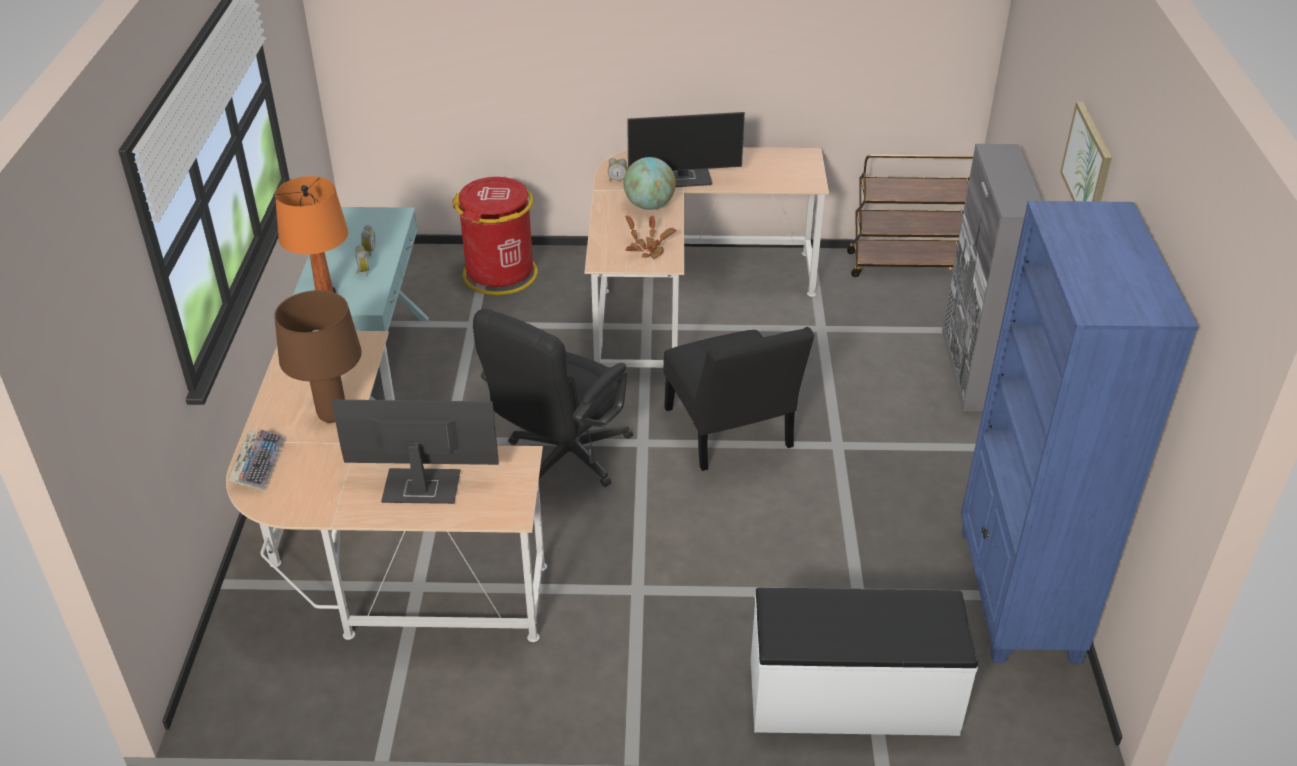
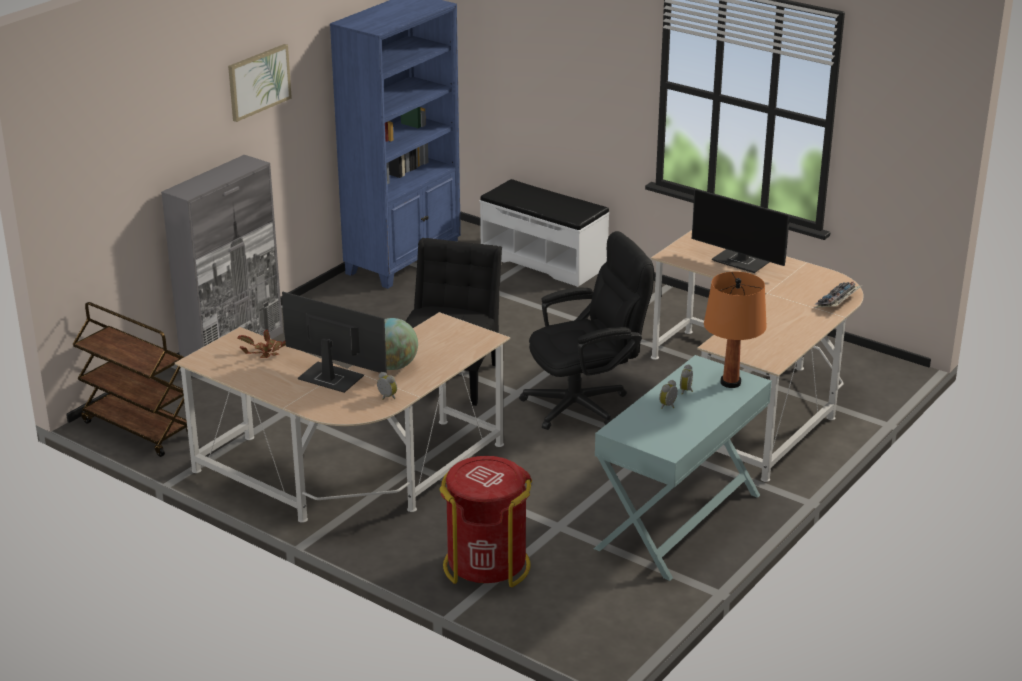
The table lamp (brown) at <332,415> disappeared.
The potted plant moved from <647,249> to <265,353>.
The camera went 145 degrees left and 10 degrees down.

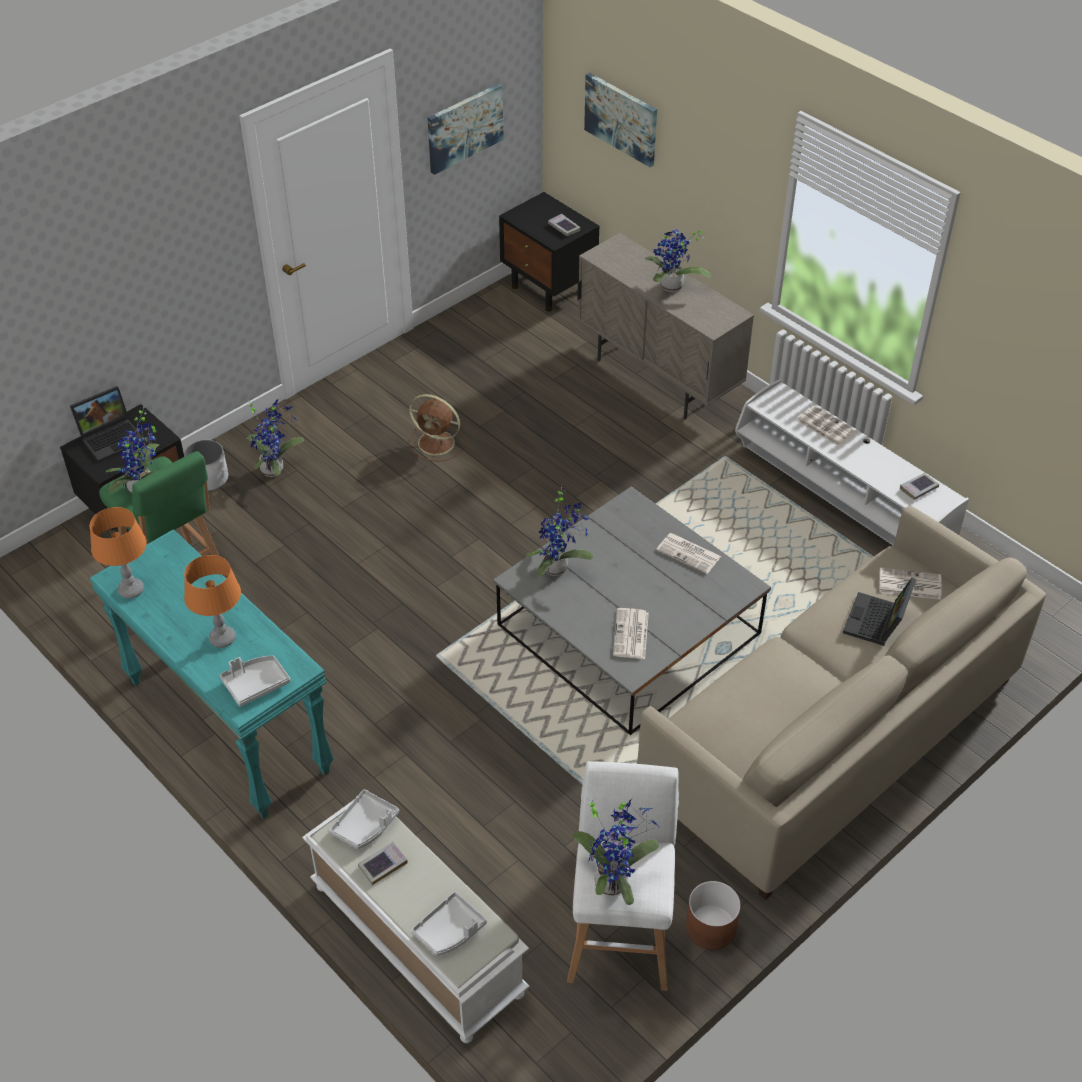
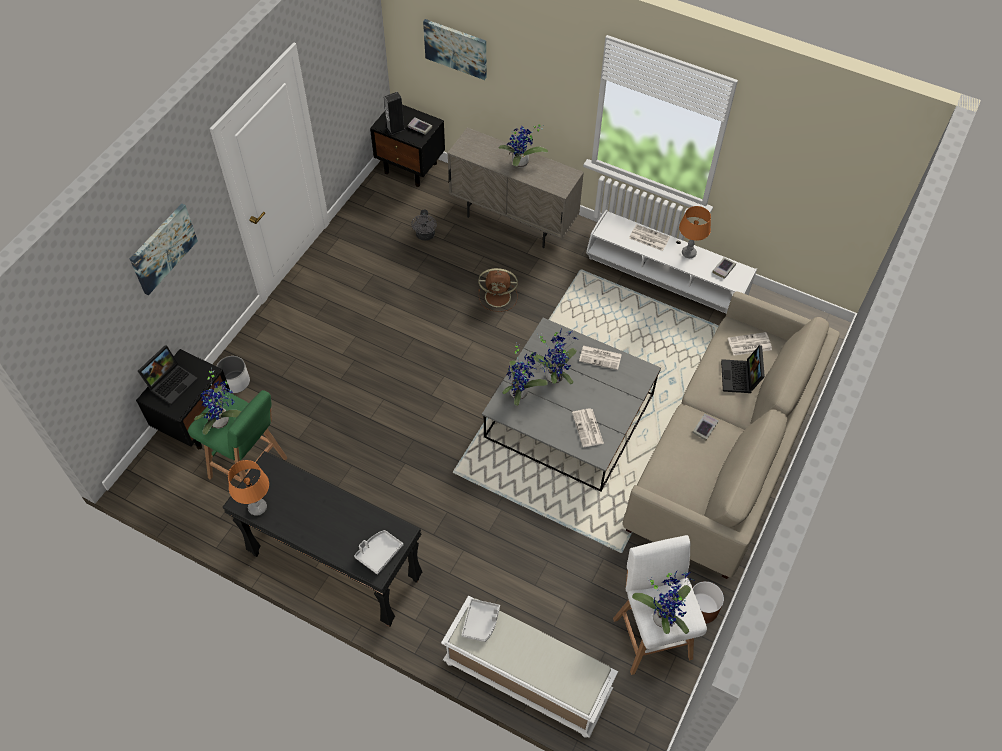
The tray (grey) at <450,930> disappeared.
The speaker at <395,128> appeared.
The fan (grey) at <425,236> appeared.
The table lamp (orange) moved from <222,639> to <689,253>.
The potted plant moved from <274,468> to <555,375>.
The book moved from <383,865> to <704,428>.
The fan (brown) moved from <438,443> to <499,297>.
The picture moved from <464,127> to <163,248>.
The console table (turquoise) at <226,727> became the console table (black) at <334,568>.
The camera went 20 degrees left and 10 degrees up.

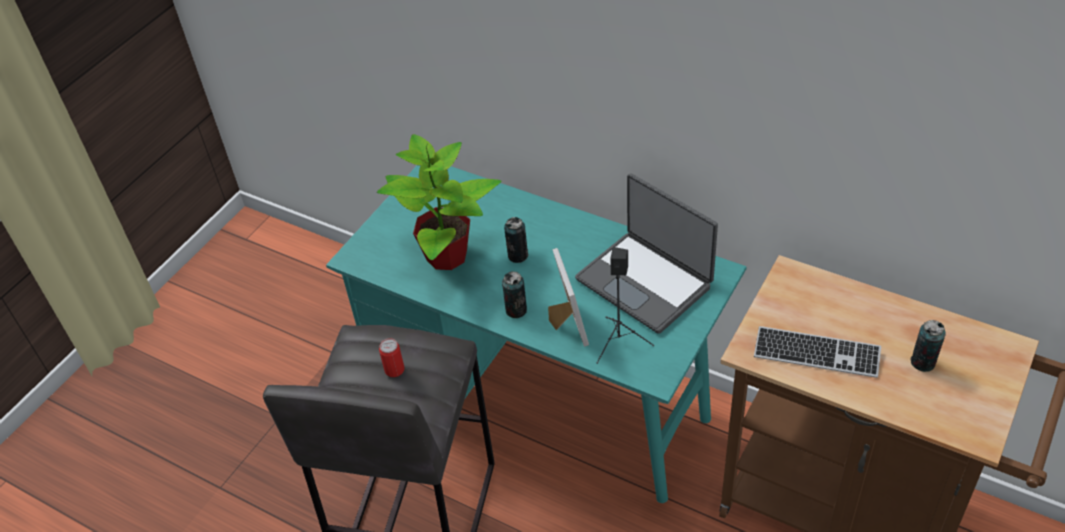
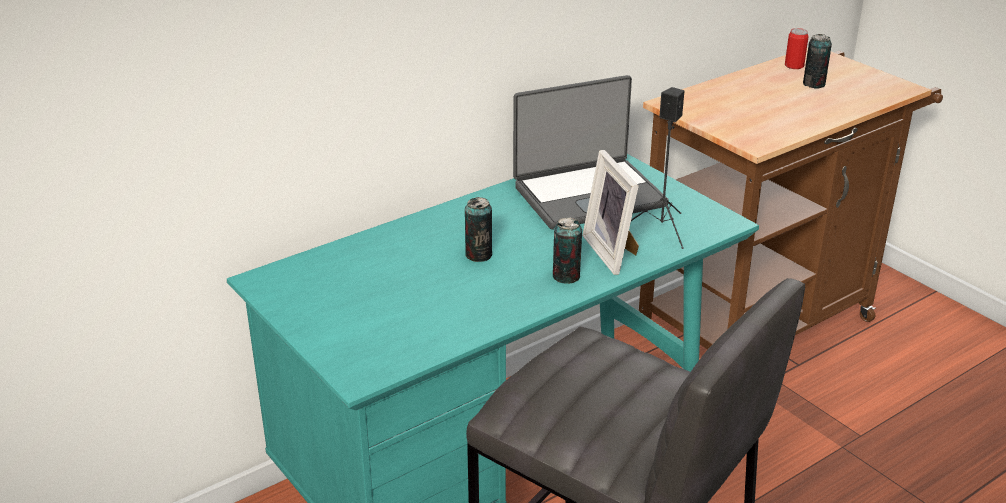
The potted plant at <448,256> disappeared.
The keyboard at <816,354> disappeared.
The can moved from <394,369> to <794,66>.
The picture frame at <566,325> turned 120 degrees counterclockwise.
The camera went 70 degrees left and 15 degrees down.

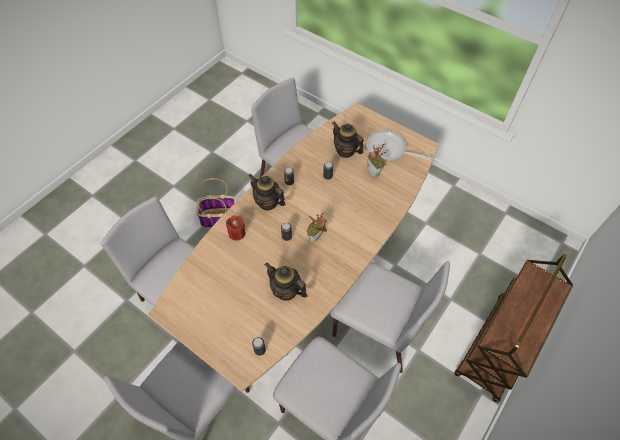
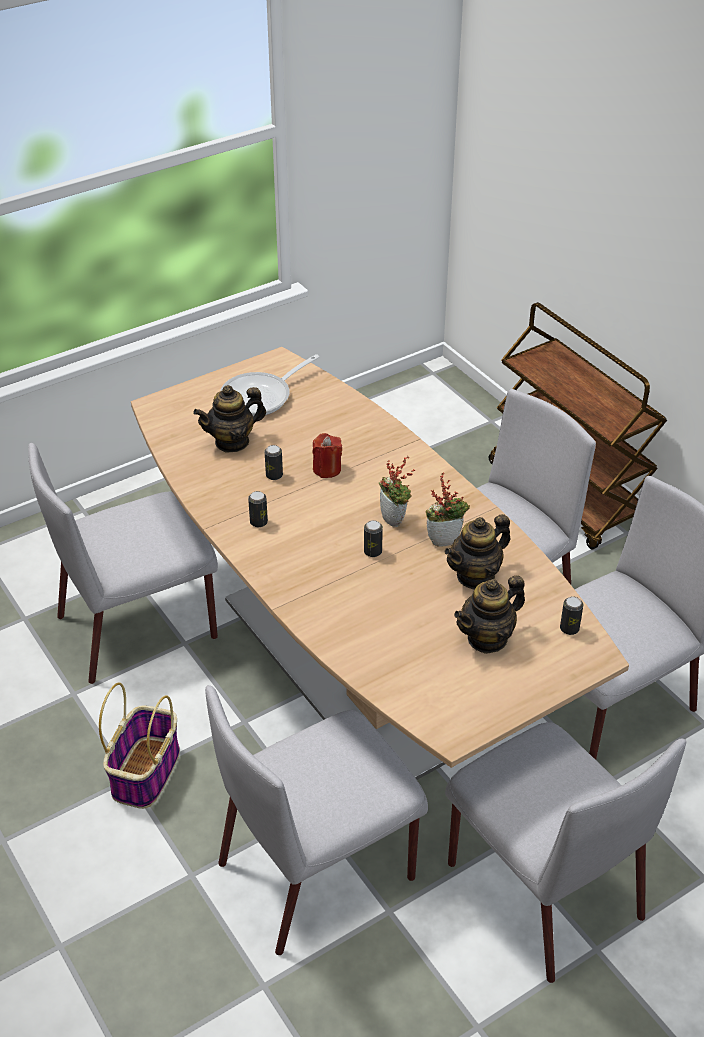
The candle (red) moved from <237,233> to <327,469>.
The teapot moved from <268,202> to <487,638>.
The potted plant moved from <374,173> to <445,539>.
The camera went 70 degrees left and 15 degrees down.

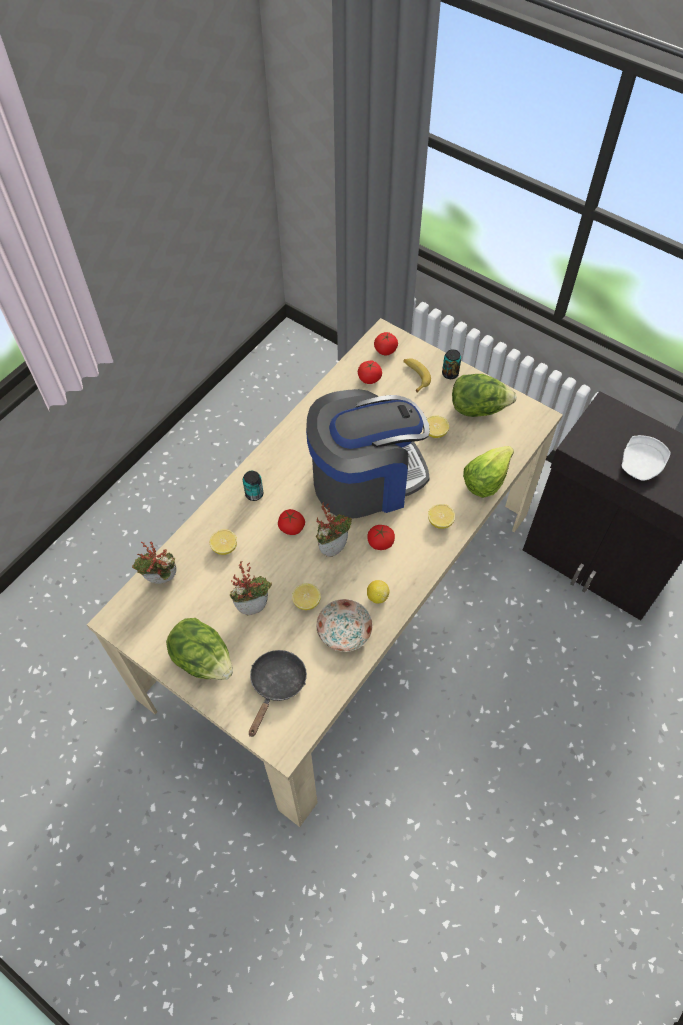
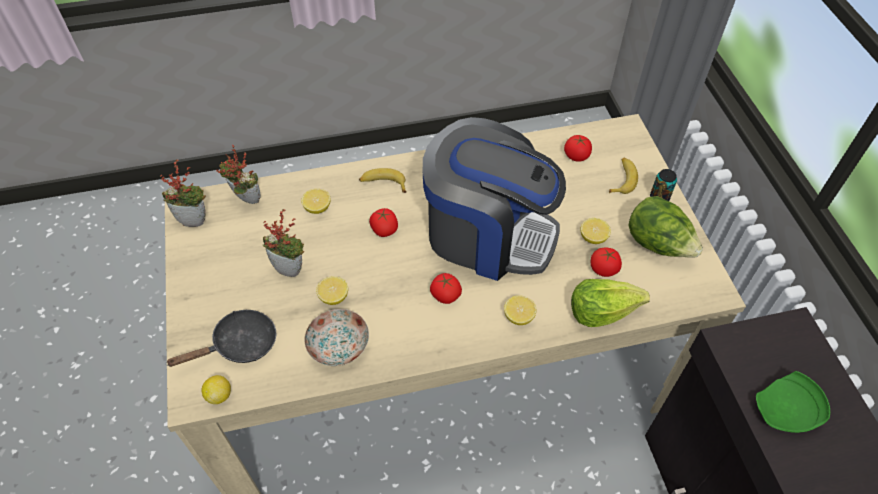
The lettuce at <203,660> disappeared.
The potted plant moved from <333,546> to <195,219>.
The lemon moved from <377,596> to <219,395>.
The tomato moved from <385,350> to <603,269>.
The can at <254,494> was replaced by the banana at <383,183>.
The plate (white) at <641,465> became the plate (green) at <786,411>.
The camera went 40 degrees right and 5 degrees down.

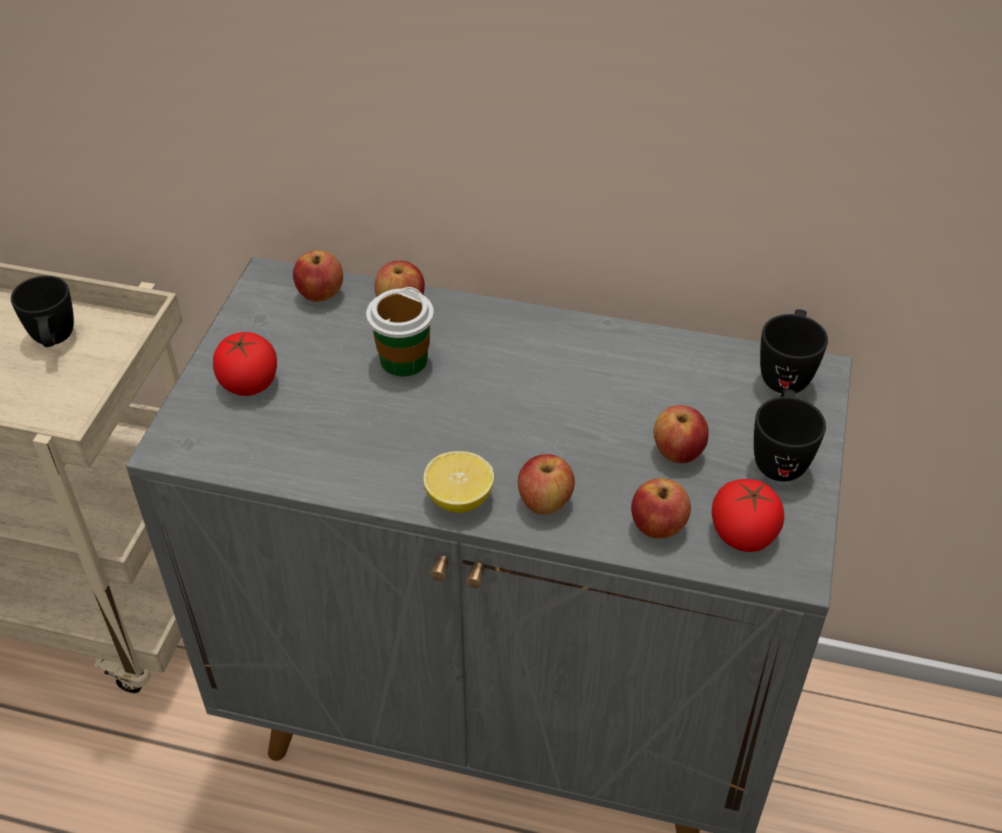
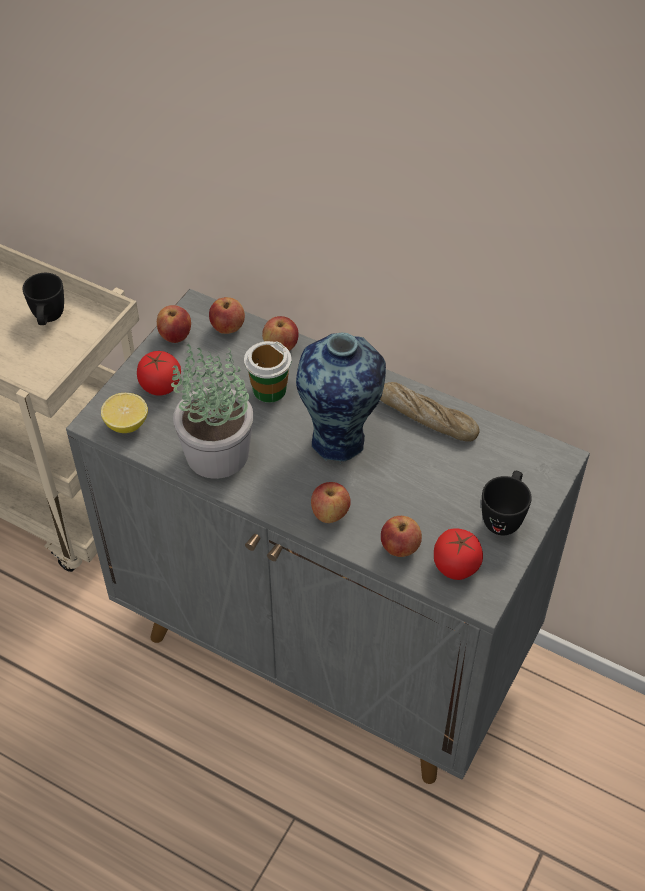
The mug (black) at <786,373> disappeared.
The potted plant at <215,453> appeared.
The vase at <340,438> appeared.
The bread at <427,418> appeared.
The lemon moved from <459,498> to <126,424>.
The apple moved from <678,452> to <175,336>.
The camera went 15 degrees right and 5 degrees up.

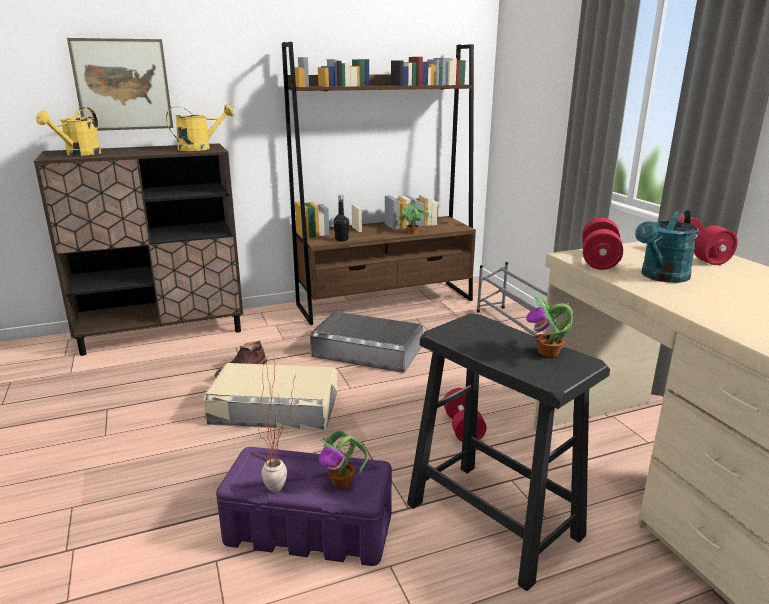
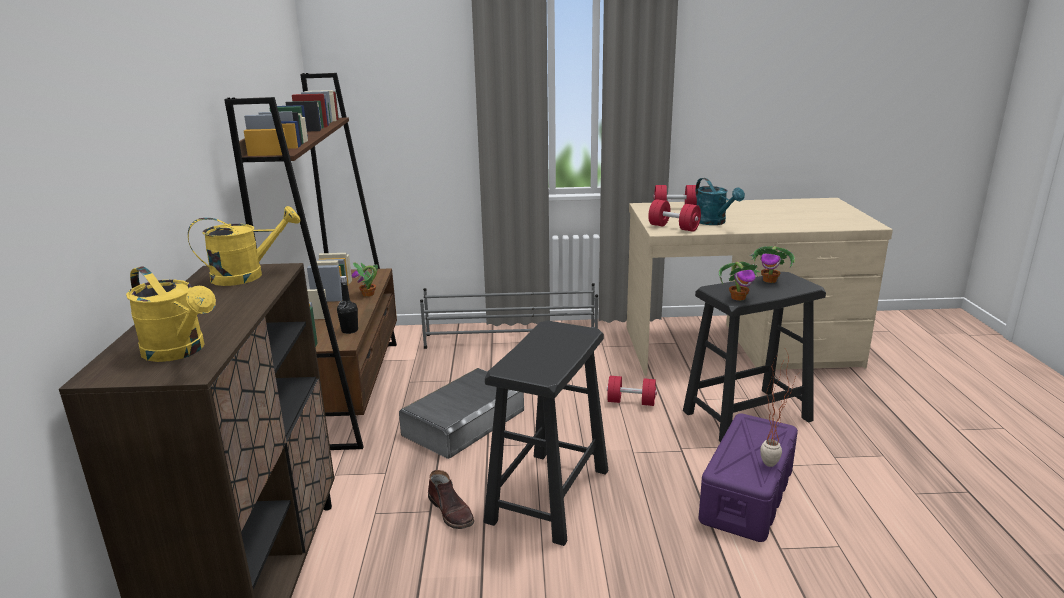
The picture at <122,85> disappeared.
The potted plant moved from <342,481> to <738,297>.
The storage box (beige) at <275,407> was replaced by the stool (black) at <549,495>.
The watering can (yellow) at <200,148> turned 75 degrees clockwise.
The camera went 70 degrees left and 0 degrees up.

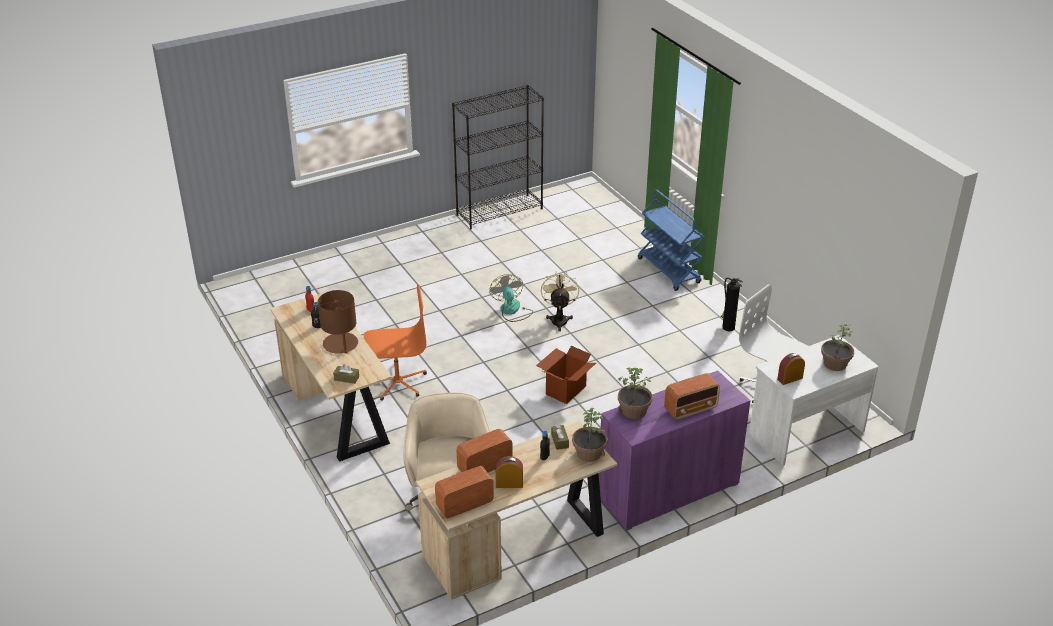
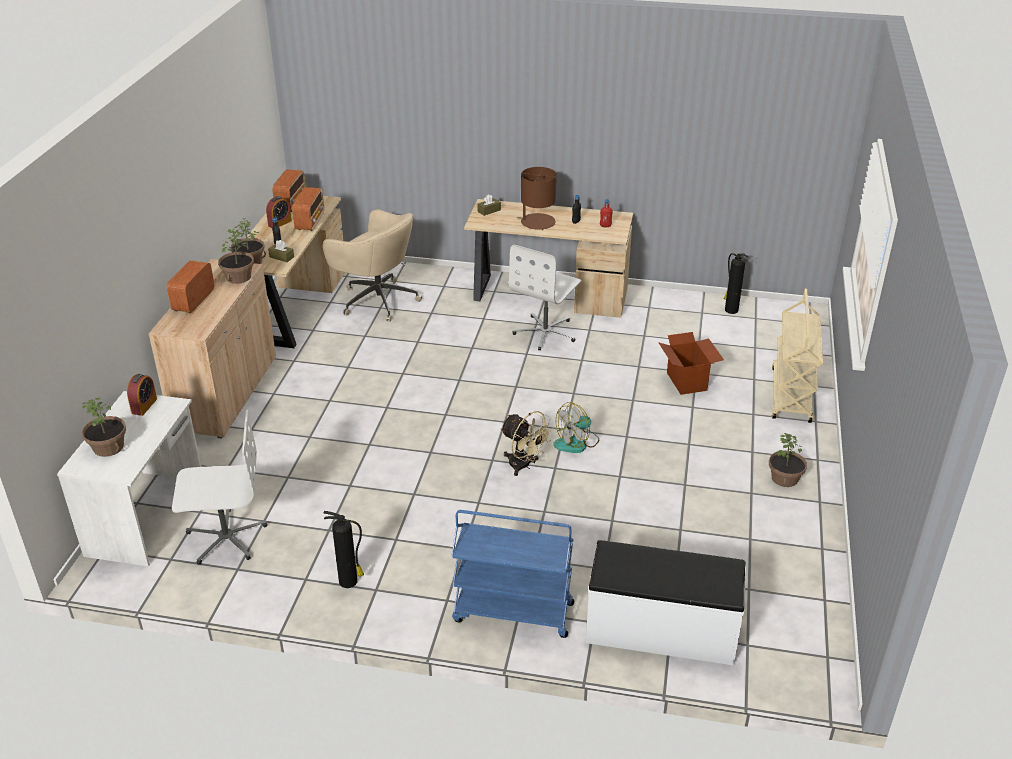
The bookcase (black) at <500,211> disappeared.
The bench (white) at <661,630> appeared.
The fire extinguisher at <730,310> appeared.
The potted plant at <785,478> appeared.
The cart (beige) at <791,396> appeared.
The cardboard box moved from <565,390> to <687,381>.
The office chair (orange) at <397,382> became the office chair (white) at <546,332>.
The cabinet (purple) at <668,491> became the cabinet (beige) at <226,393>.
The fan at <512,311> turned 120 degrees clockwise.
The camera went 130 degrees right and 0 degrees up.

